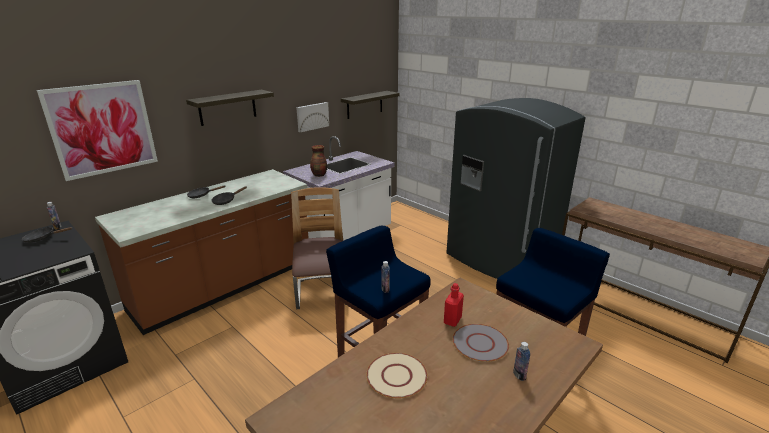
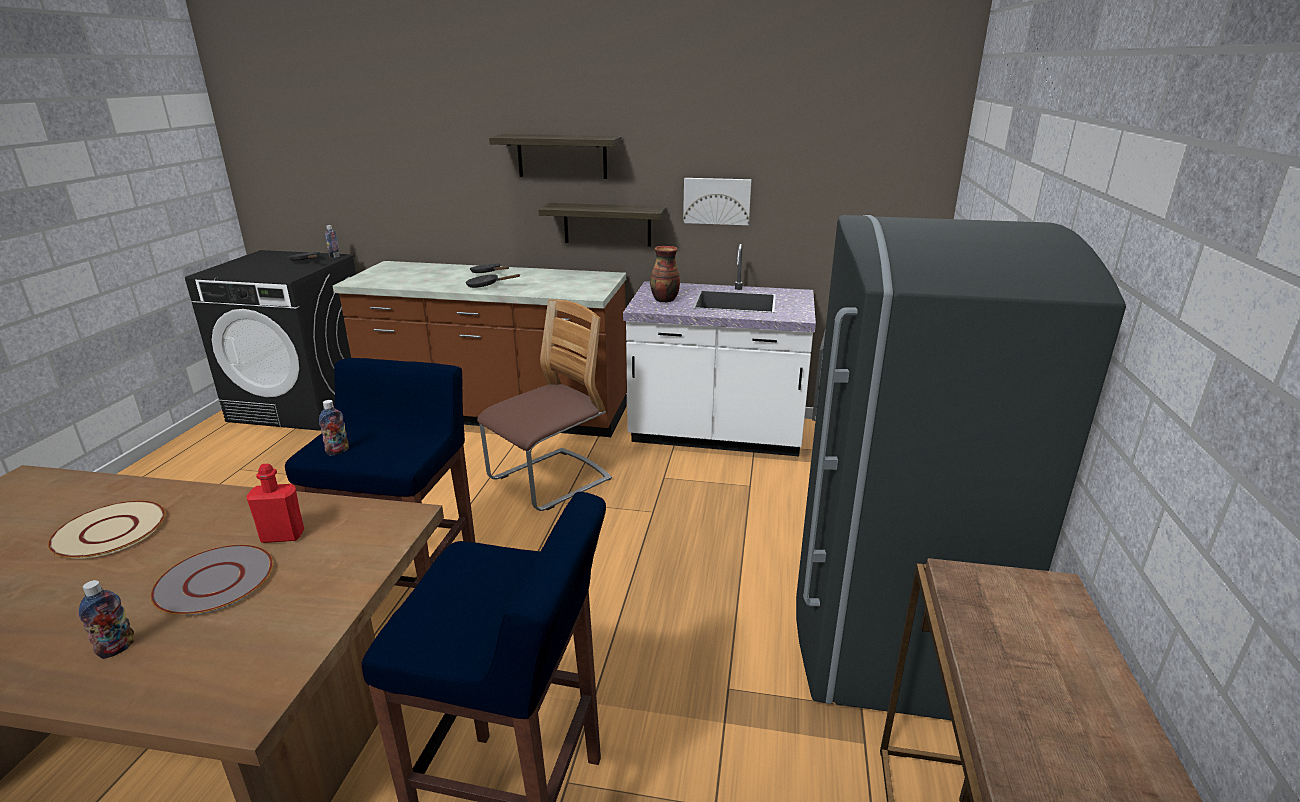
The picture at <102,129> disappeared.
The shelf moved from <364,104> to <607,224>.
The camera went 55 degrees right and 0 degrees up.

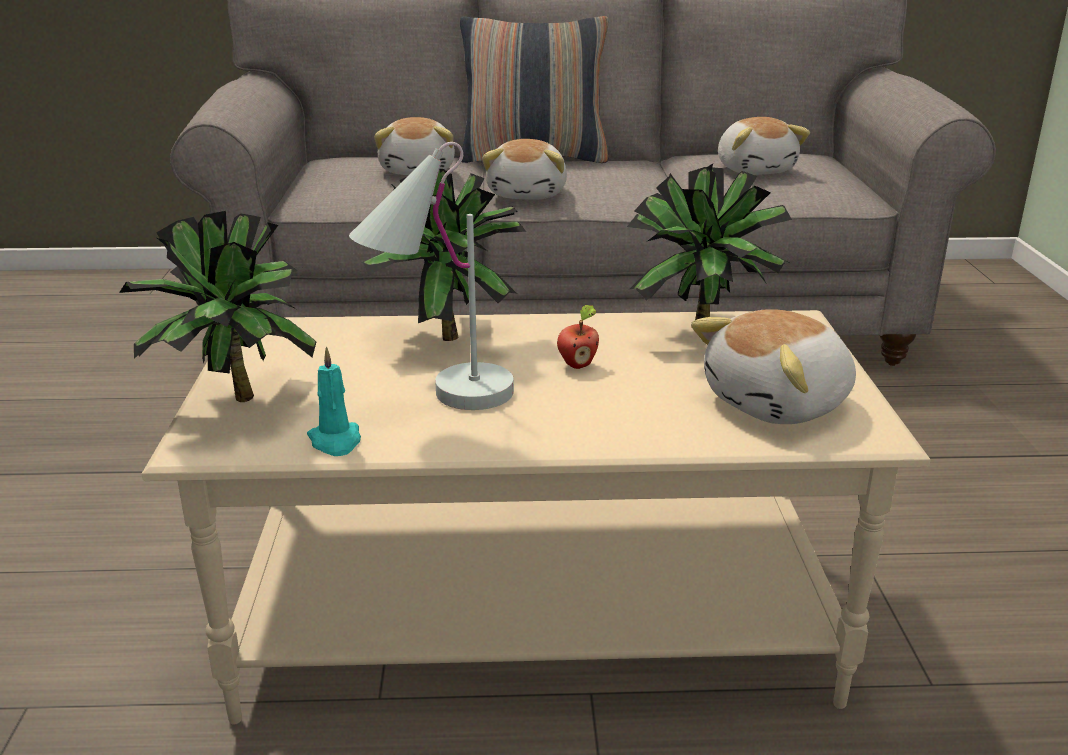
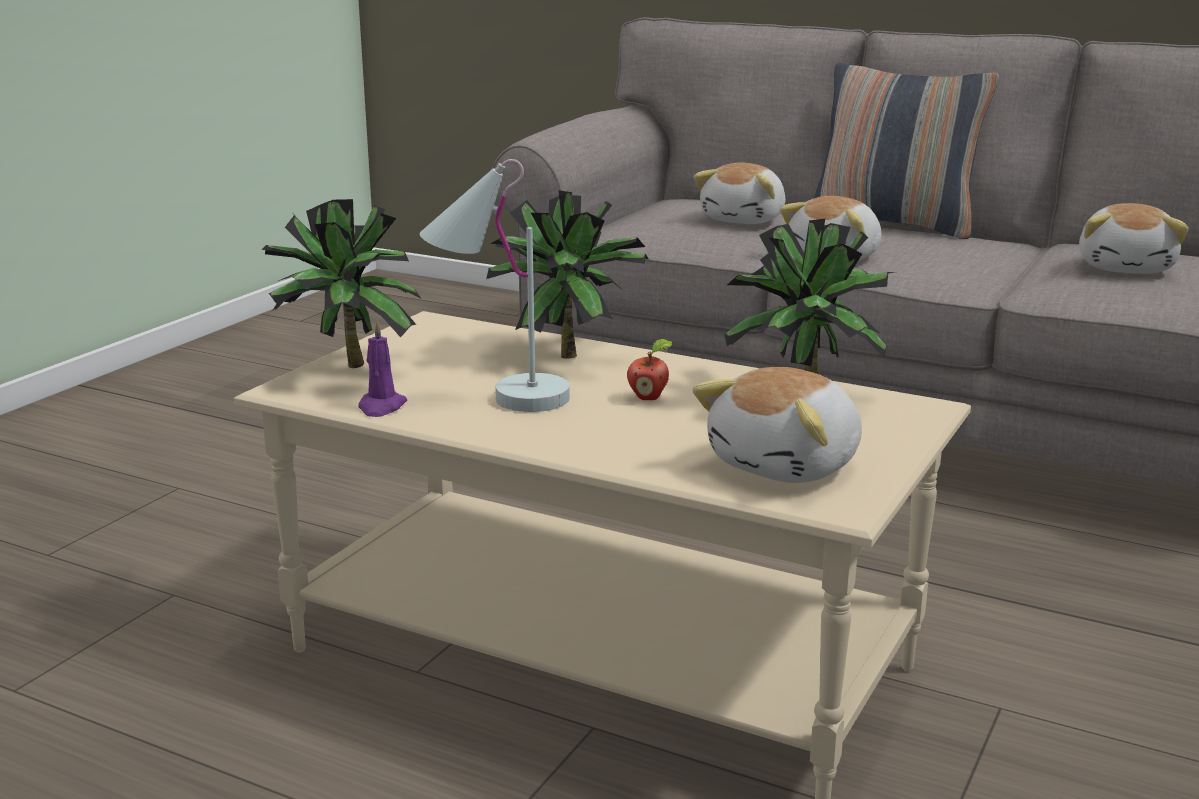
The candle (turquoise) at <336,441> became the candle (purple) at <381,407>.
The plush toy at <780,404> turned 45 degrees counterclockwise.
The camera went 30 degrees right and 5 degrees down.

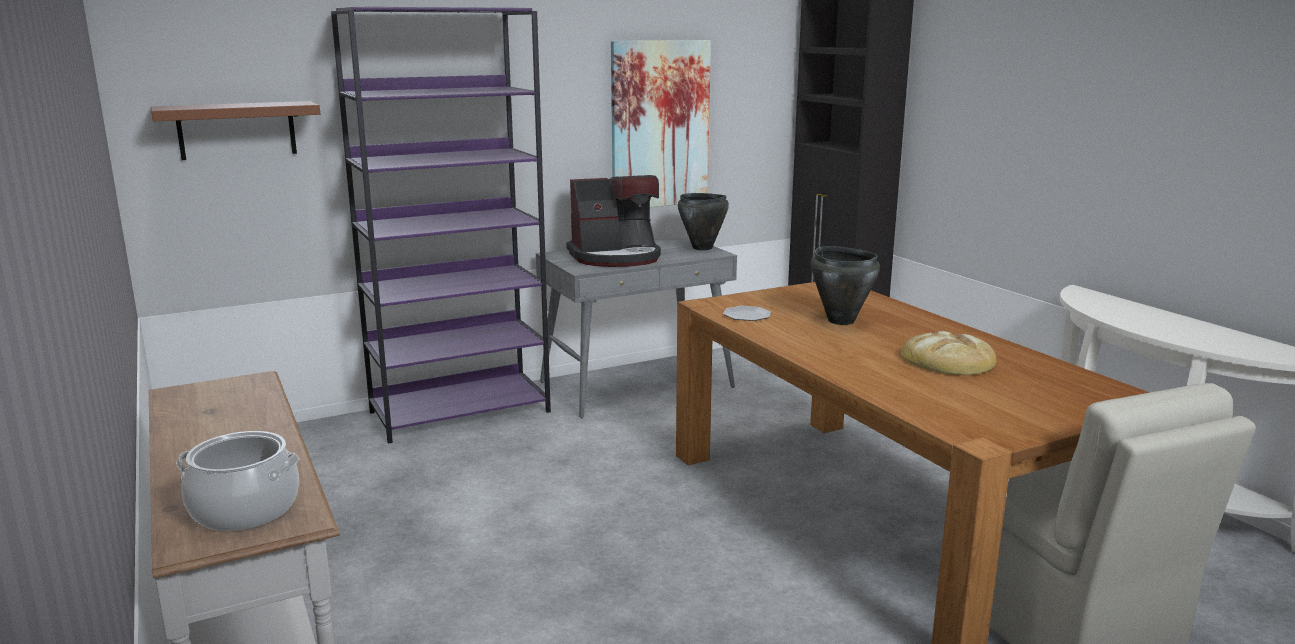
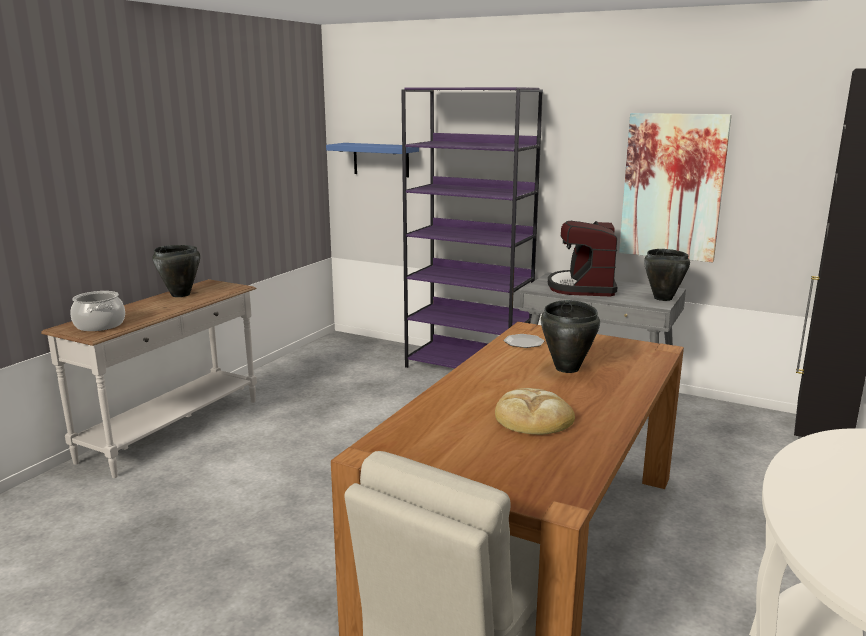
The cooking pot (black) at <180,295> appeared.
The shelf (brown) at <237,130> became the shelf (blue) at <381,159>.
The coffee machine at <616,257> turned 60 degrees clockwise.
The camera went 55 degrees right and 0 degrees up.

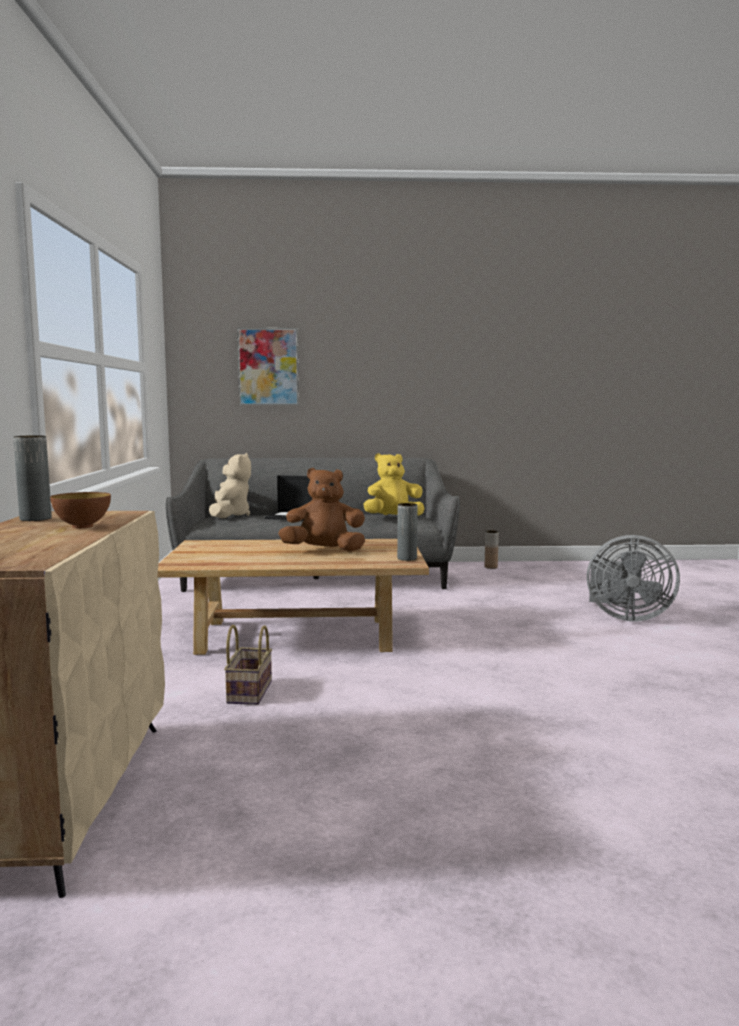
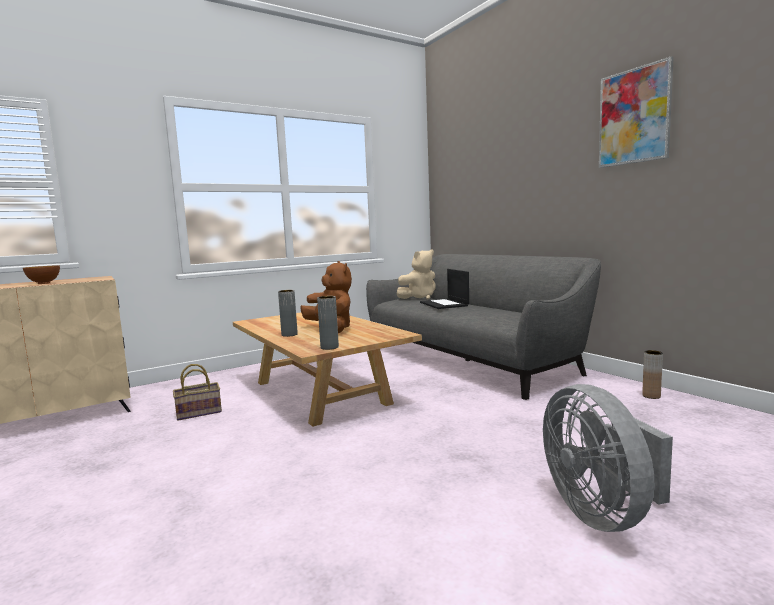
The plush toy (yellow) at <393,517> disappeared.
The vase (grey) moved from <35,519> to <289,335>.
The picture moved from <268,367> to <634,116>.
The camera went 60 degrees right and 0 degrees up.

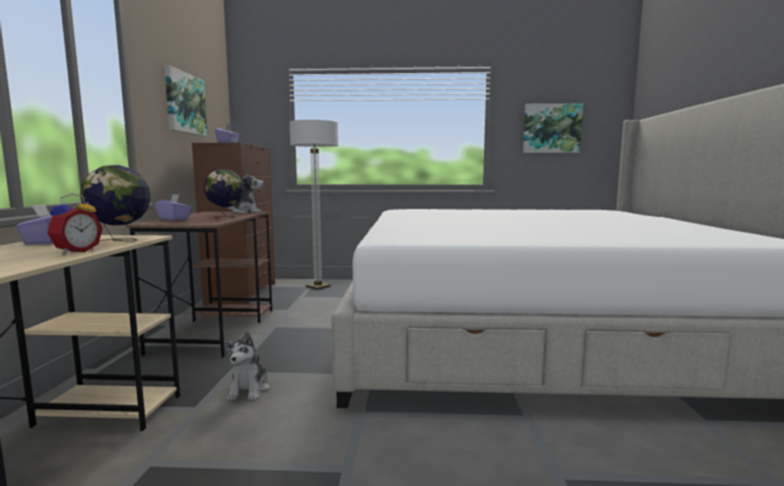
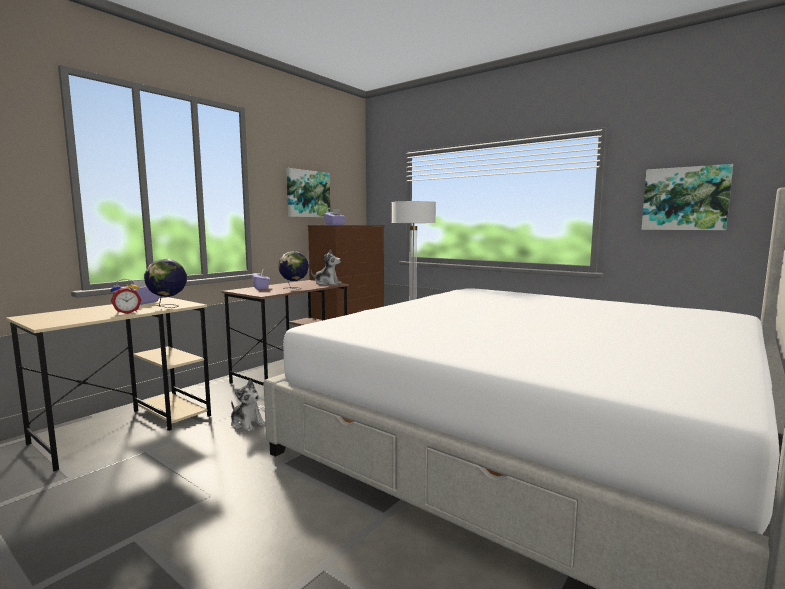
The plush toy at <249,389> turned 90 degrees counterclockwise.
The camera went 35 degrees right and 0 degrees up.

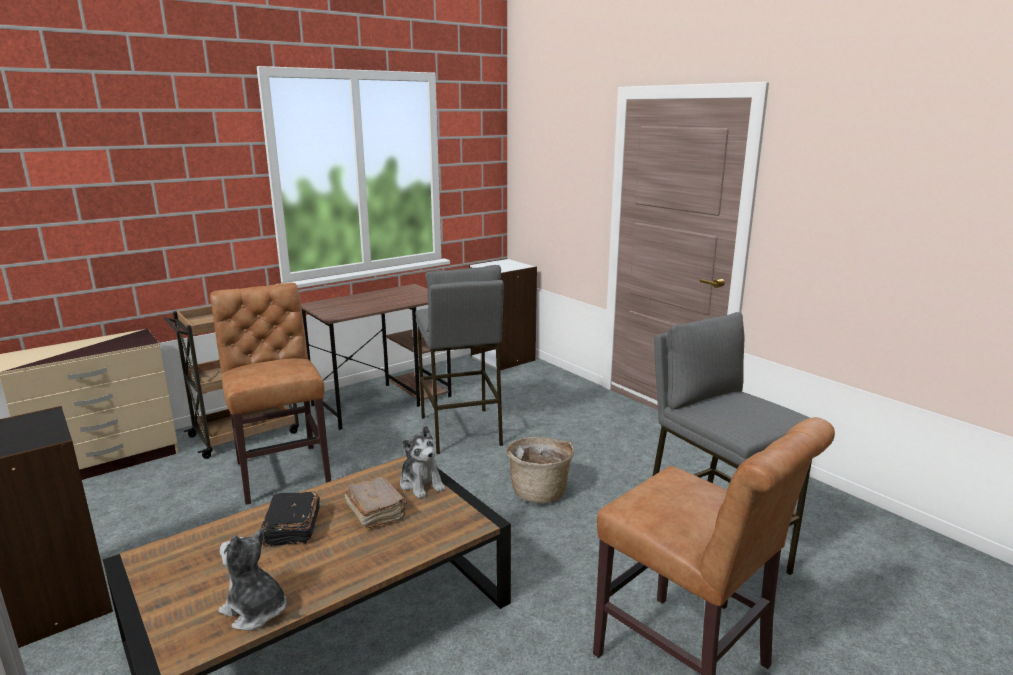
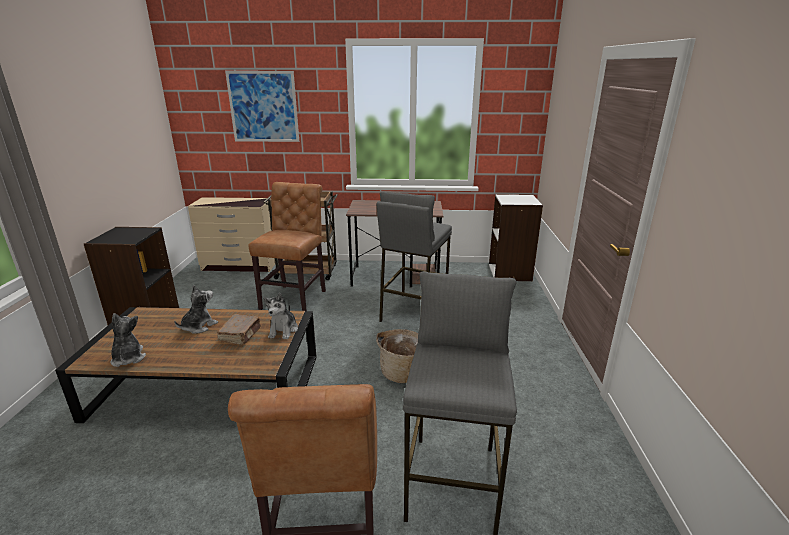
The picture at <263,107> appeared.
The book (black) at <292,529> was replaced by the plush toy at <199,326>.
The camera went 40 degrees right and 5 degrees up.

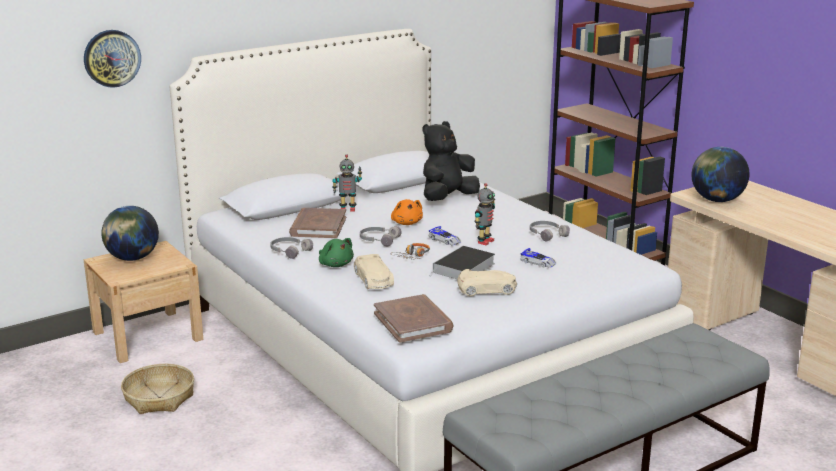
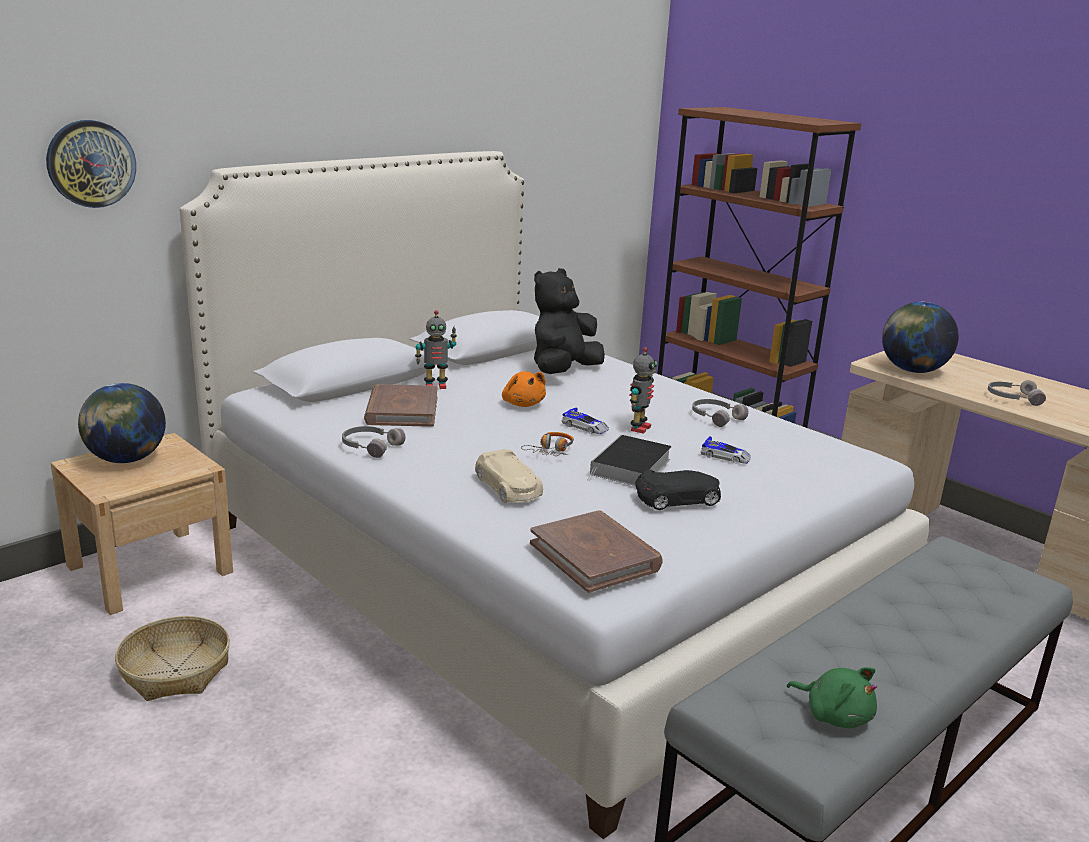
The plush toy (green) moved from <335,264> to <834,715>.
The headphones (grey) moved from <379,240> to <1012,398>.
The toy car (beige) at <487,289> became the toy car (black) at <678,499>.
The camera went 10 degrees left and 0 degrees up.

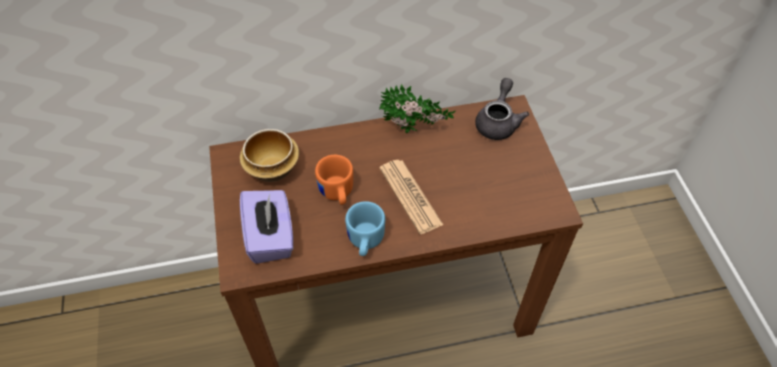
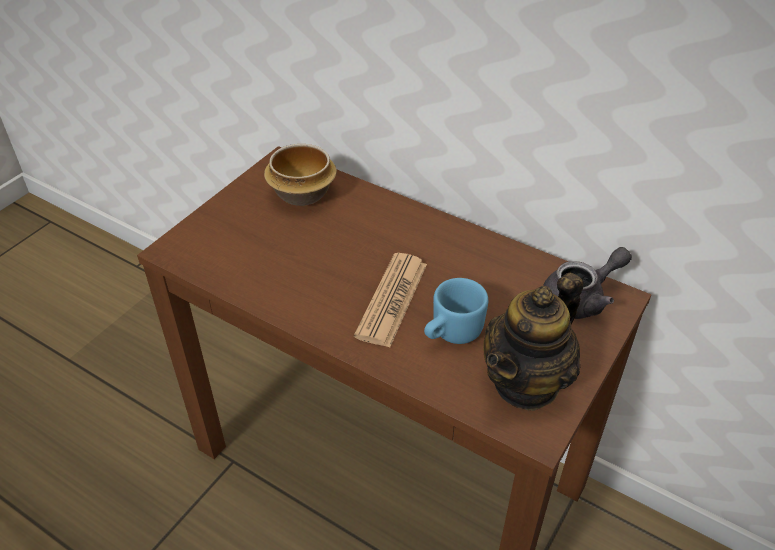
The tissue box (purple) at <271,237> disappeared.
The mug (orange) at <337,194> disappeared.
The potted plant at <414,130> disappeared.
The teapot at <526,382> appeared.
The mug (blue) moved from <364,242> to <450,333>.
The camera went 45 degrees right and 10 degrees down.

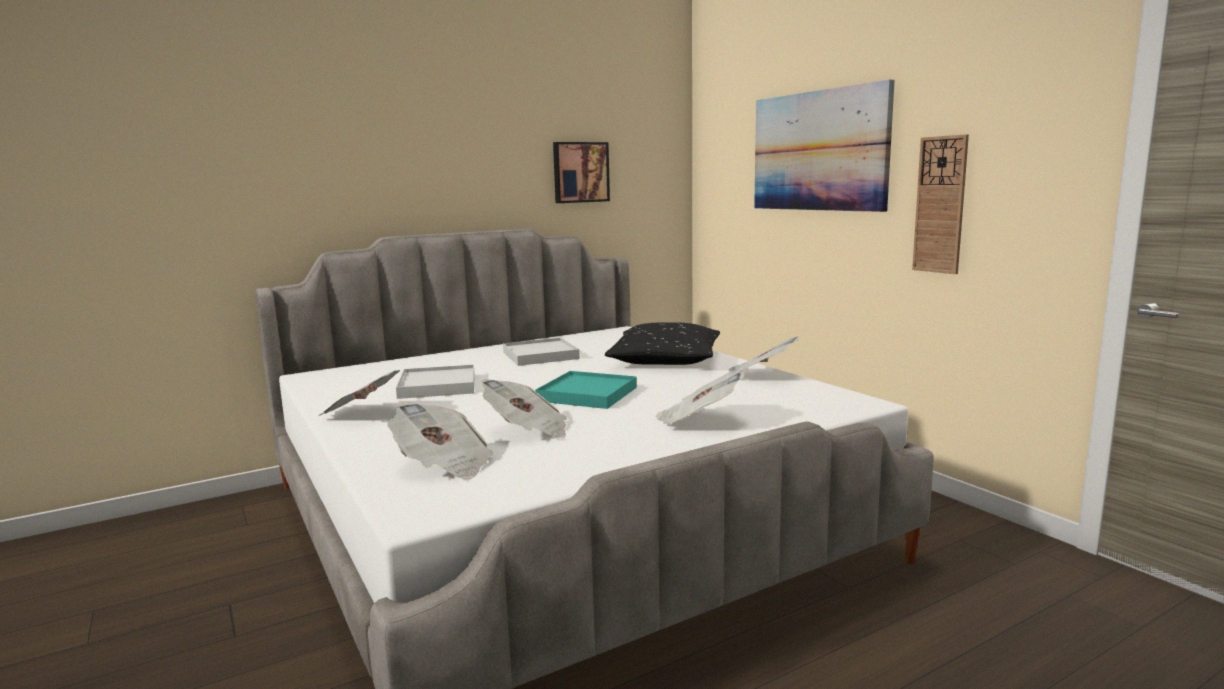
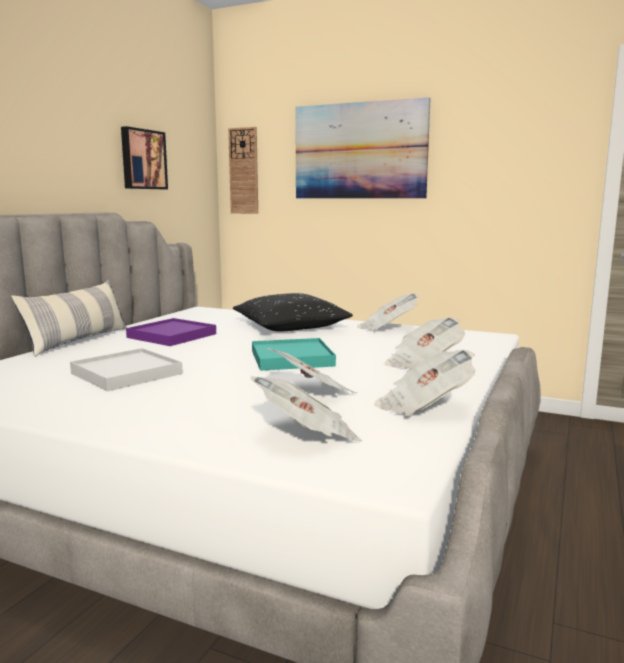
The pillow at <78,341> appeared.
The newspaper moved from <361,413> to <423,406>.
The wall clock moved from <940,205> to <244,171>.
The tray (white) at <540,355> became the tray (purple) at <172,336>.
The camera went 35 degrees left and 0 degrees up.

